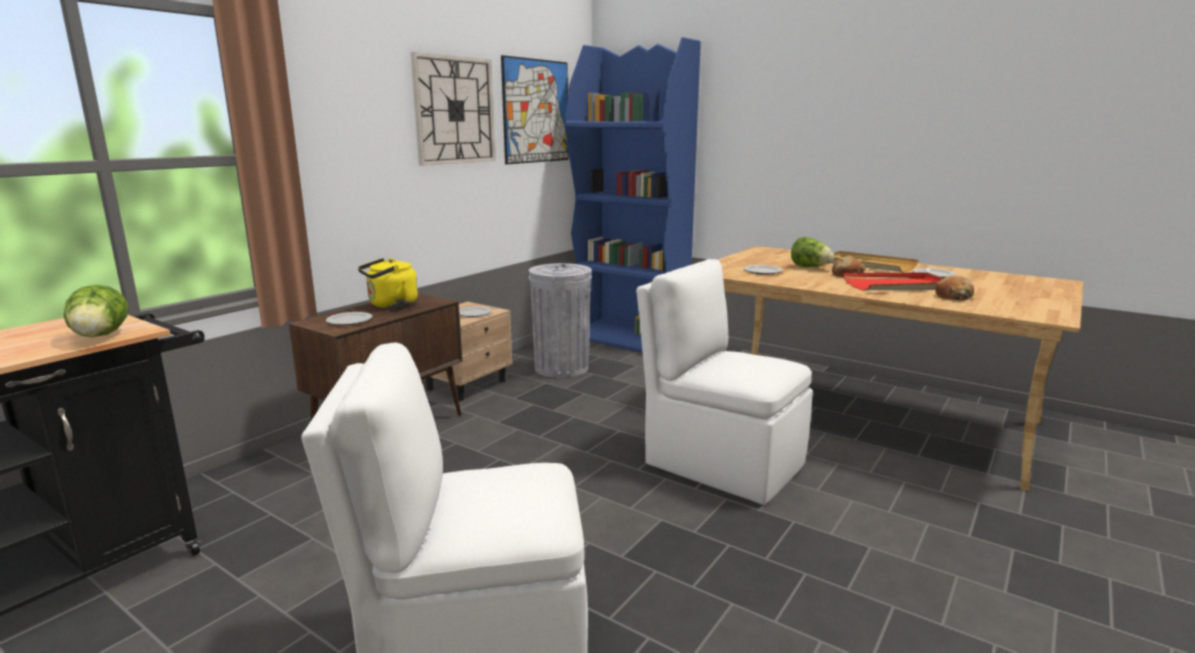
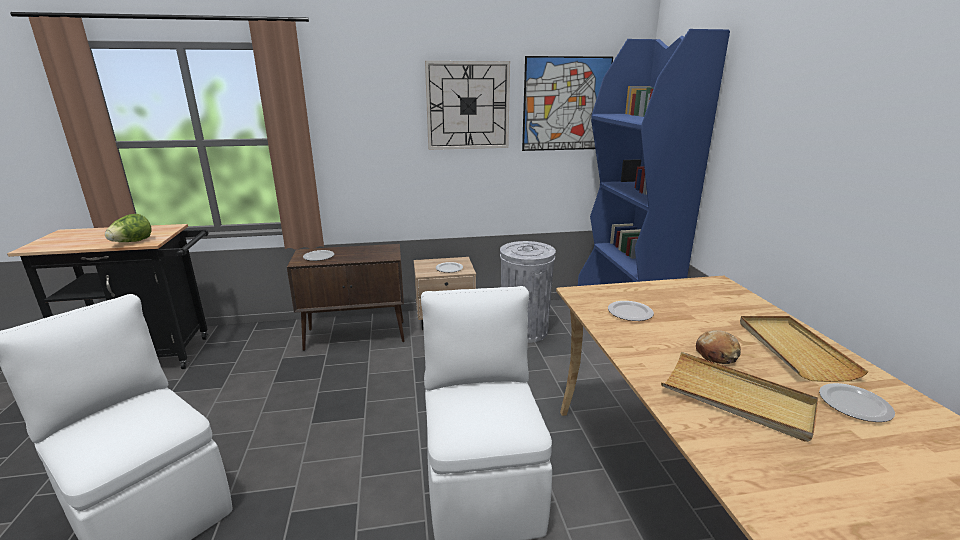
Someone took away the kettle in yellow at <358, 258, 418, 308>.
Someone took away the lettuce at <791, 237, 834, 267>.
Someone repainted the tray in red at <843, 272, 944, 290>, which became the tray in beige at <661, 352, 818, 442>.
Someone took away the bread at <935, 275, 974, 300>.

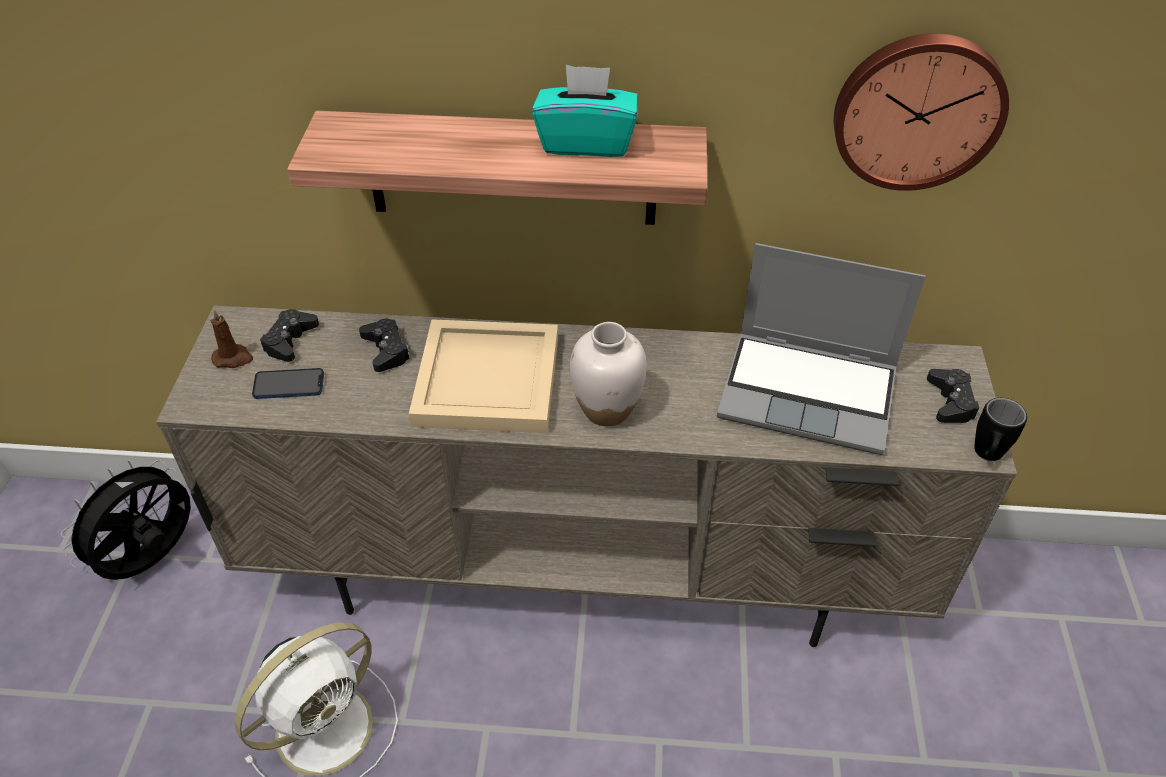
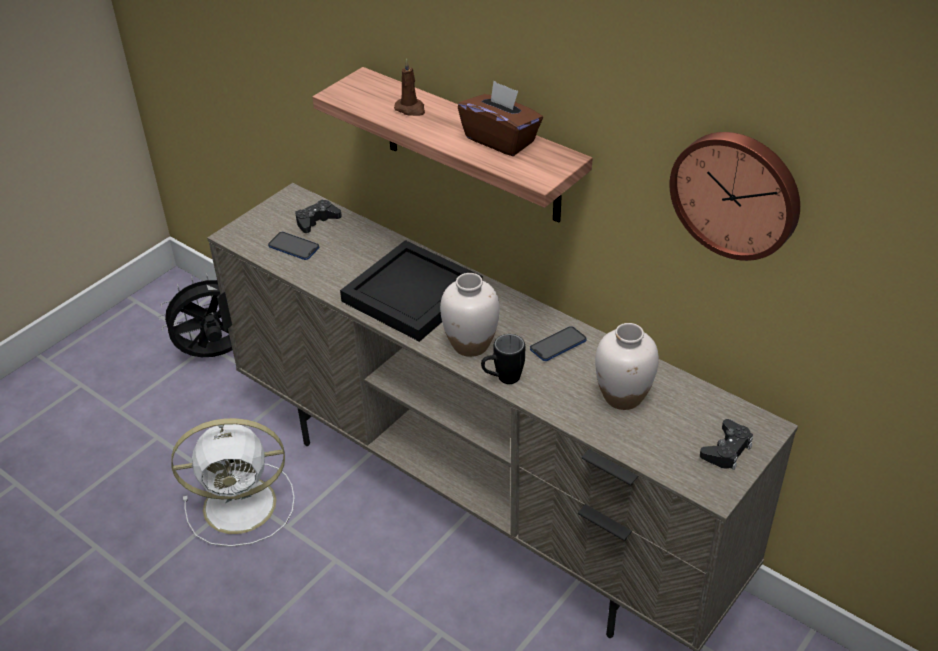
Someone carried the candle in brown from <211, 310, 253, 368> to <394, 59, 425, 116>.
Someone took away the game controller in black at <359, 319, 411, 372>.
Someone repainted the tray in beige at <409, 319, 558, 433>, which became the tray in black at <340, 240, 482, 342>.
Someone repainted the tissue box in turquoise at <532, 65, 638, 157>, which became the tissue box in brown at <458, 81, 543, 156>.
Someone swapped the laptop at <717, 243, 926, 455> for the vase in white at <595, 323, 659, 410>.
Someone carried the mug in black from <974, 398, 1027, 461> to <481, 334, 525, 384>.
Someone put down the phone at <530, 326, 586, 361>.

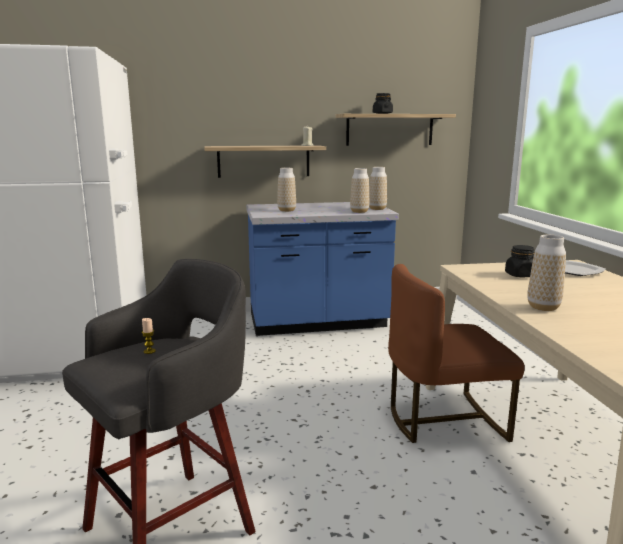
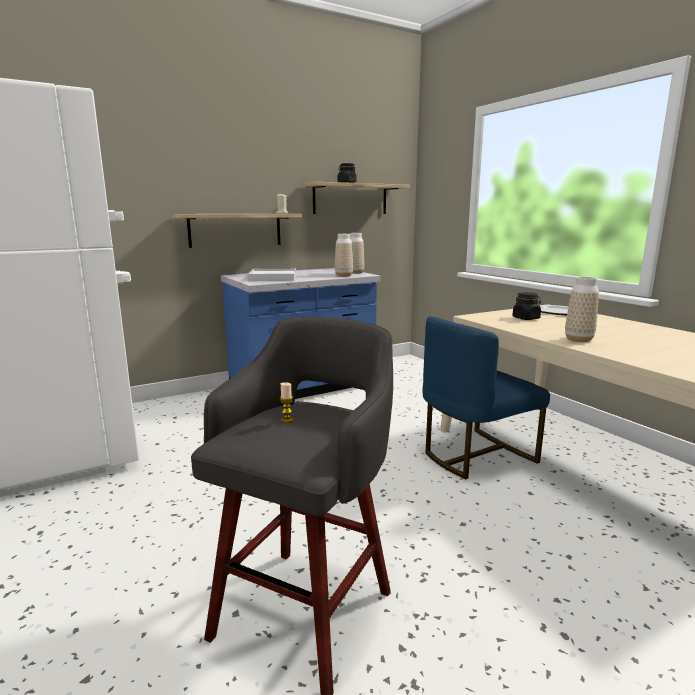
Someone swapped the vase at <277, 168, 296, 212> for the tray in white at <248, 269, 296, 281>.
Someone repainted the chair in brown at <388, 264, 525, 443>, which became the chair in blue at <423, 316, 550, 479>.

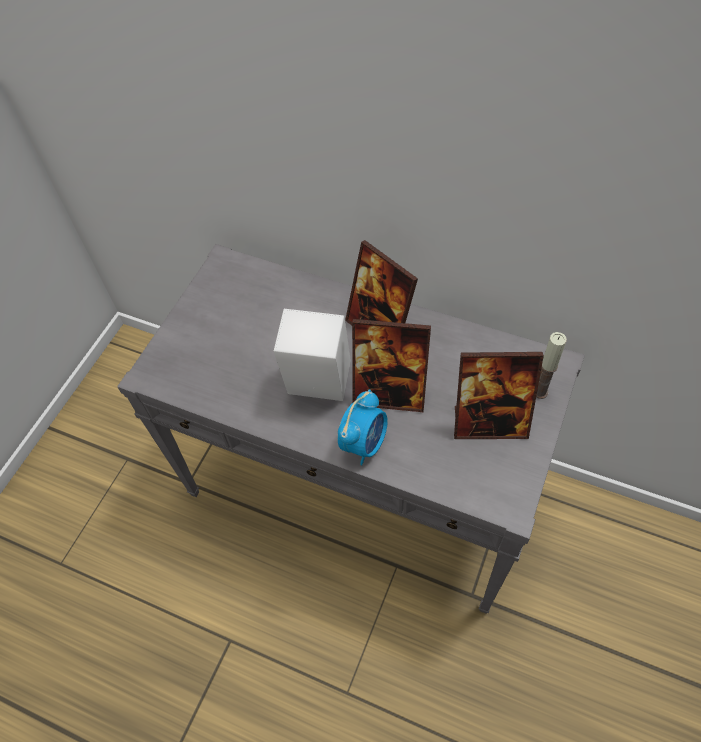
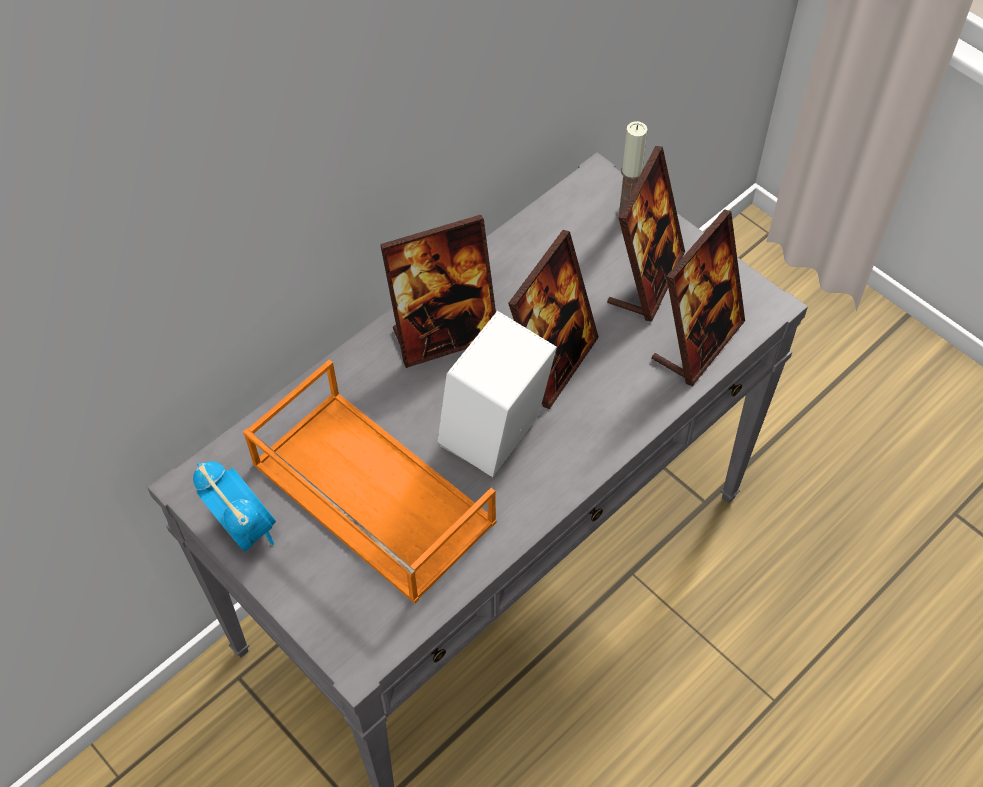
Someone carried the alarm clock from <338, 389, 388, 466> to <193, 461, 276, 552>.
Someone put down the tray in orange at <243, 360, 497, 603>.
Someone put down the picture frame at <652, 209, 745, 386>.

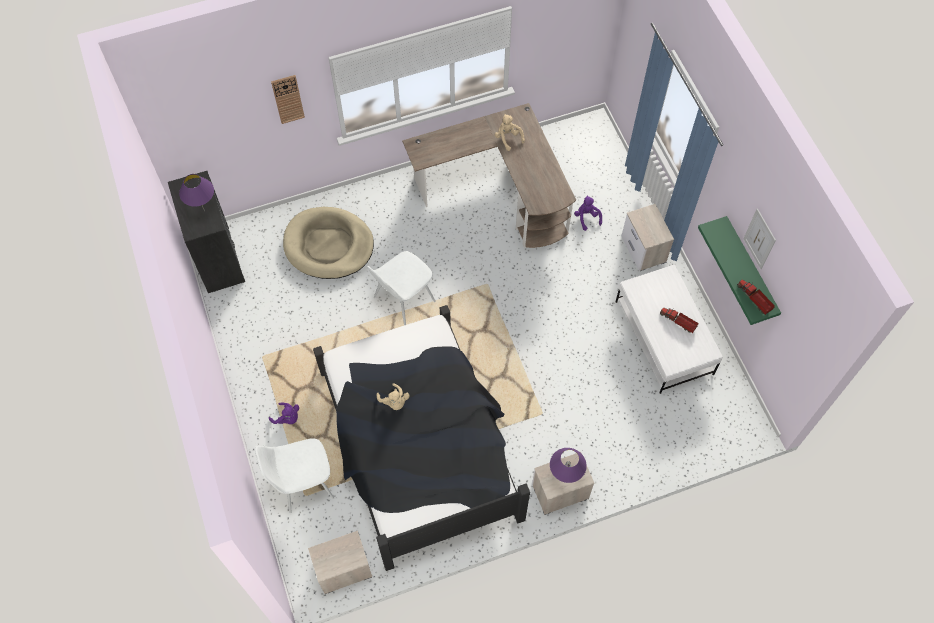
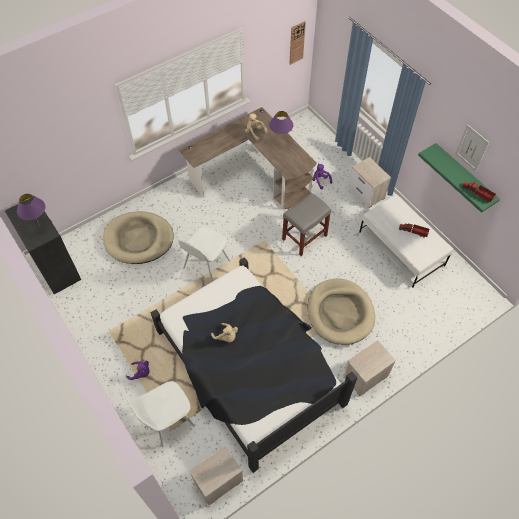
Someone carried the wall clock from <271, 75, 305, 124> to <289, 21, 306, 65>.
Someone carried the table lamp in purple from <550, 448, 587, 483> to <269, 111, 293, 143>.
Someone put down the stool in grey at <282, 193, 331, 256>.
Someone put down the dog bed in beige at <308, 279, 375, 345>.

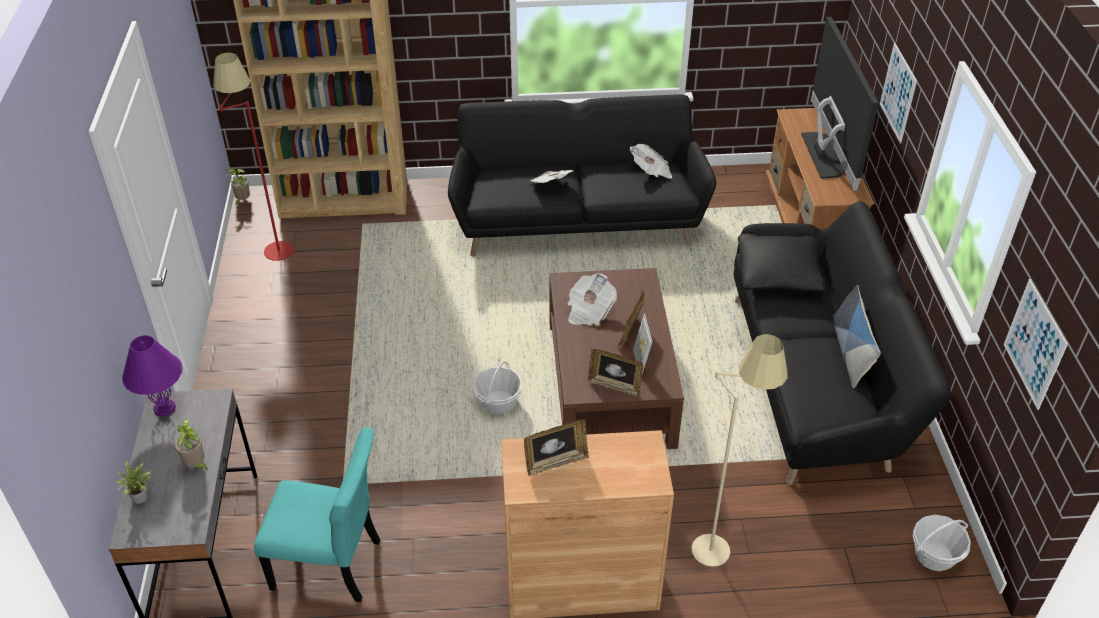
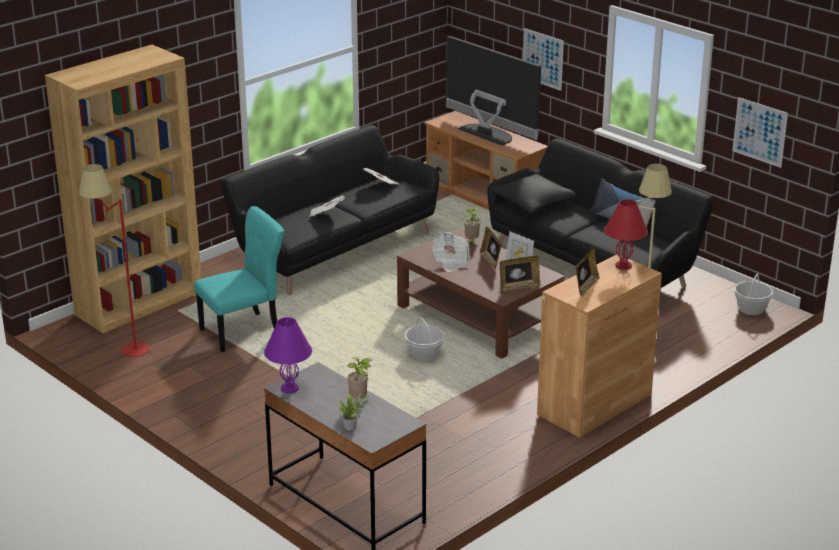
Someone carried the potted plant from <227, 168, 250, 206> to <464, 207, 480, 244>.
Someone carried the chair in turquoise from <254, 427, 380, 602> to <194, 206, 284, 352>.
Someone put down the table lamp in red at <604, 199, 648, 270>.

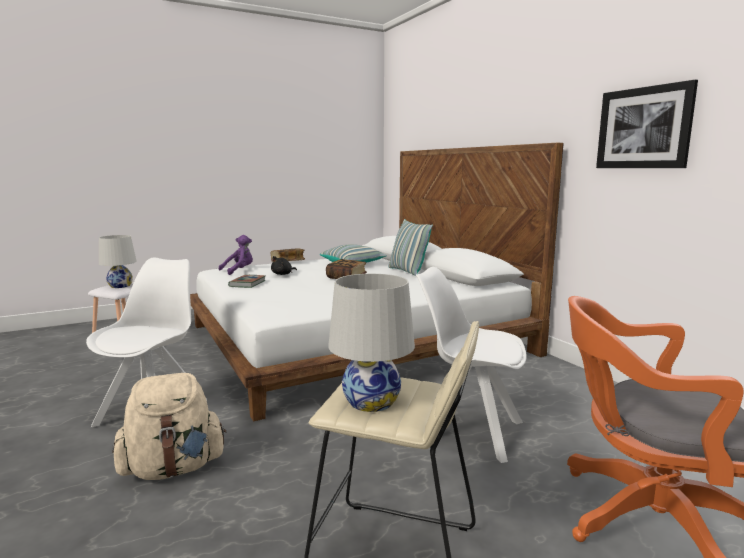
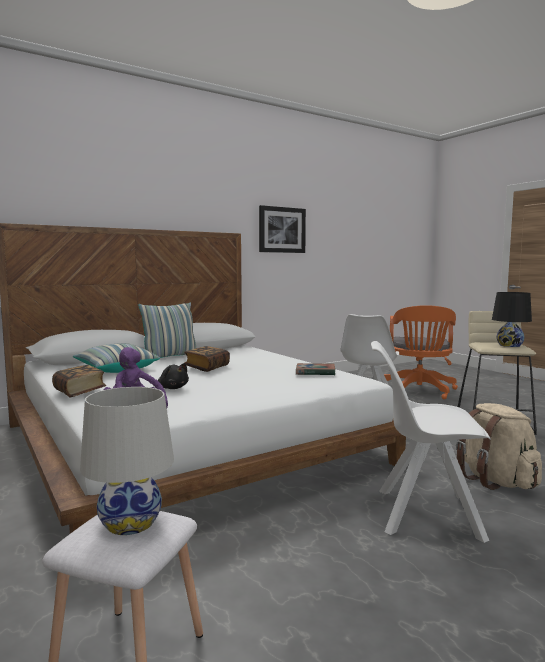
Someone carried the book from <228, 275, 266, 288> to <296, 363, 335, 375>.
Someone repainted the table lamp in white at <328, 274, 415, 412>, which became the table lamp in black at <492, 292, 532, 347>.

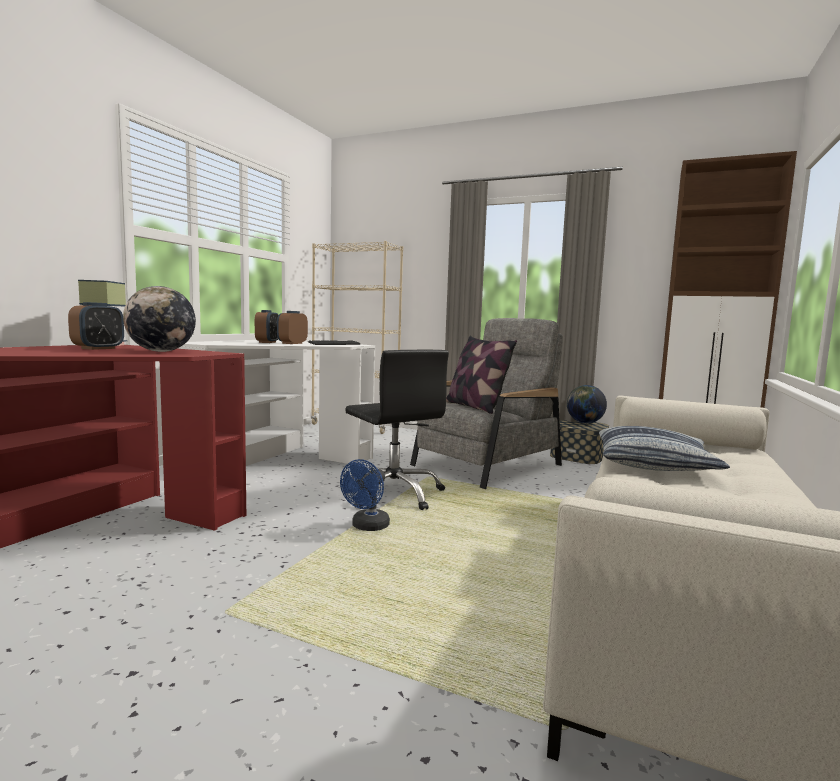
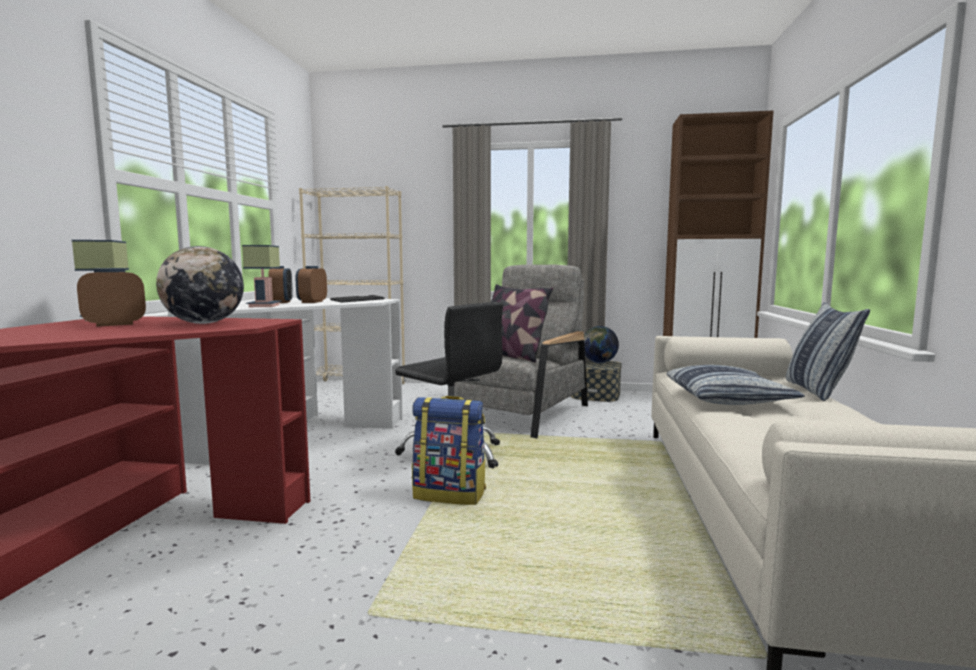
Someone rotated the alarm clock at <68, 302, 124, 350> by 135 degrees counterclockwise.
Someone swapped the fan in blue at <340, 459, 390, 531> for the backpack at <412, 396, 486, 505>.
Someone put down the table lamp at <242, 245, 282, 307>.
Someone put down the pillow at <786, 302, 870, 401>.

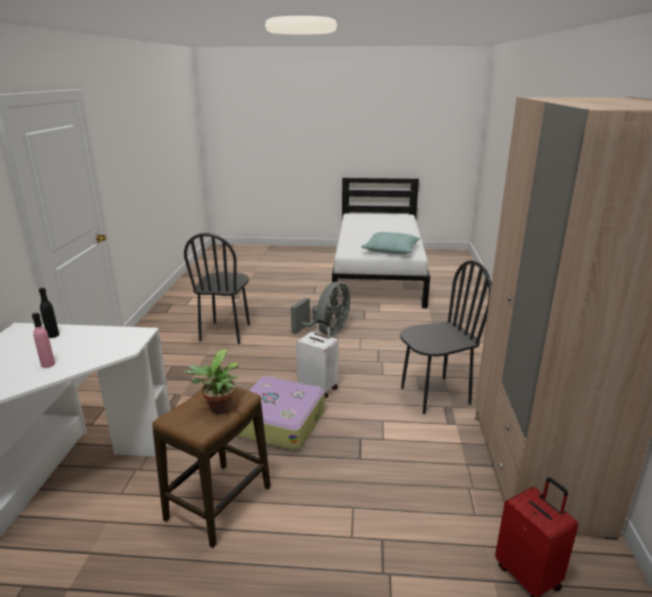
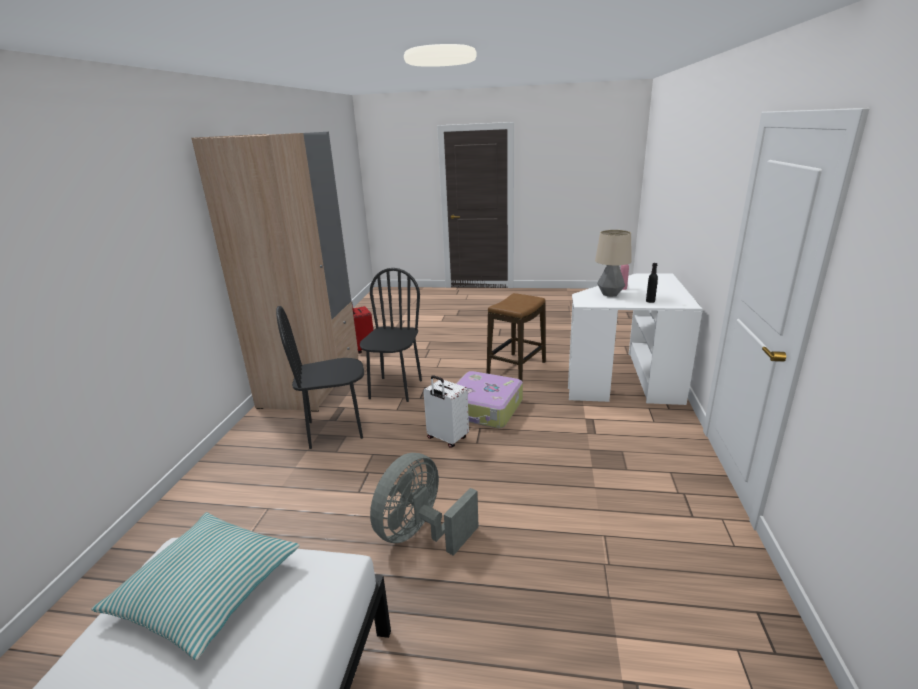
Someone took away the potted plant at <183, 349, 239, 414>.
Someone carried the chair in black from <184, 233, 250, 344> to <360, 268, 422, 402>.
Someone put down the table lamp at <595, 230, 632, 297>.

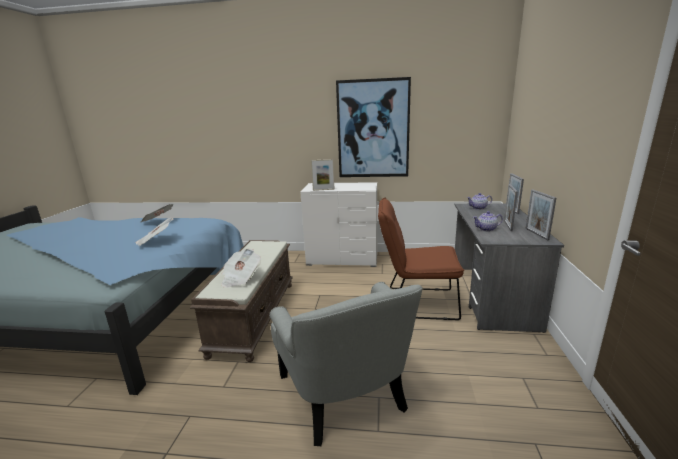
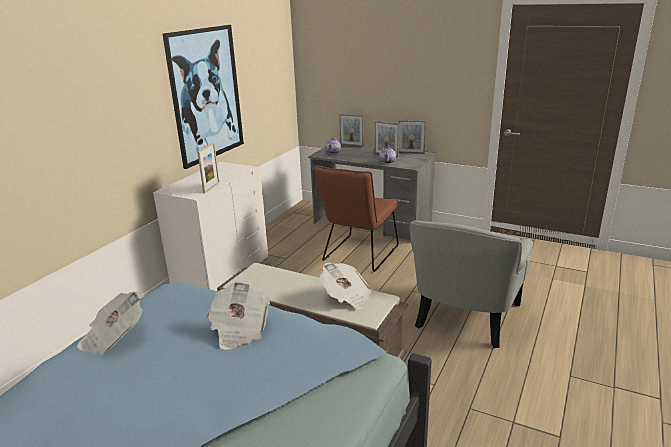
Someone rotated the armchair in grey at <269, 282, 423, 446> by 120 degrees clockwise.

